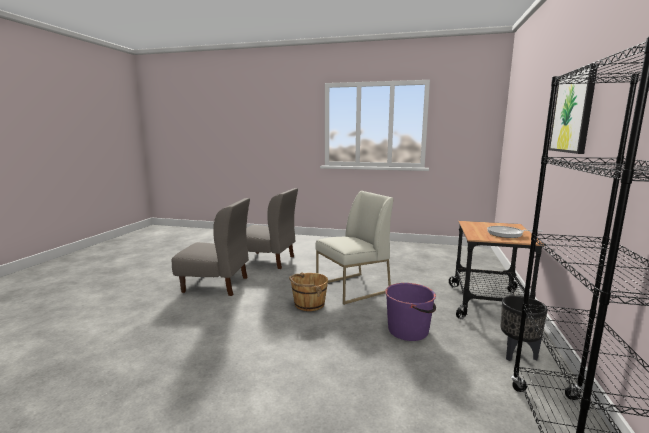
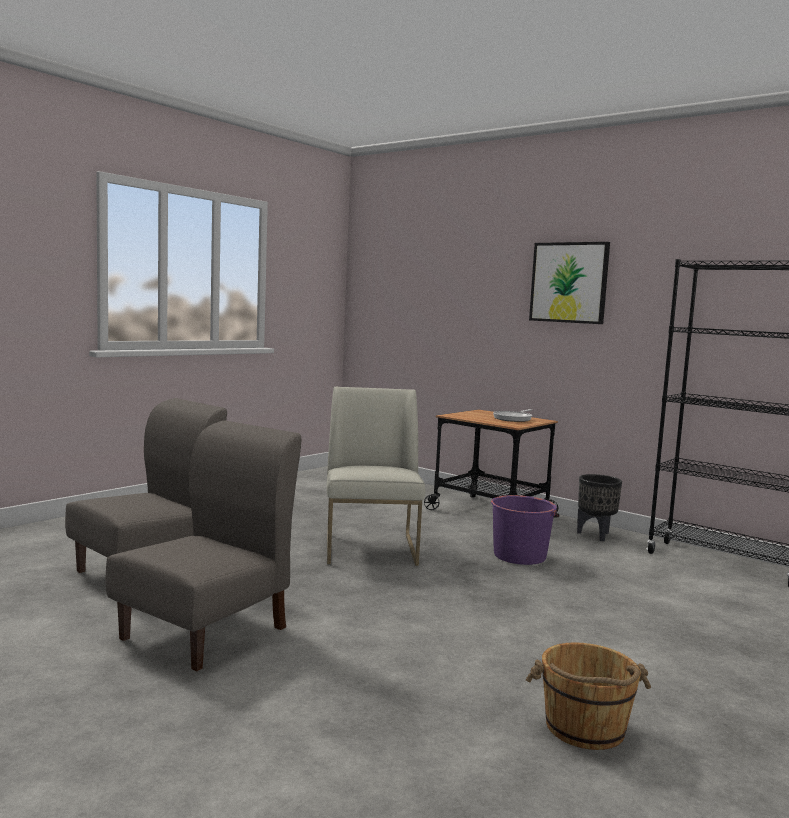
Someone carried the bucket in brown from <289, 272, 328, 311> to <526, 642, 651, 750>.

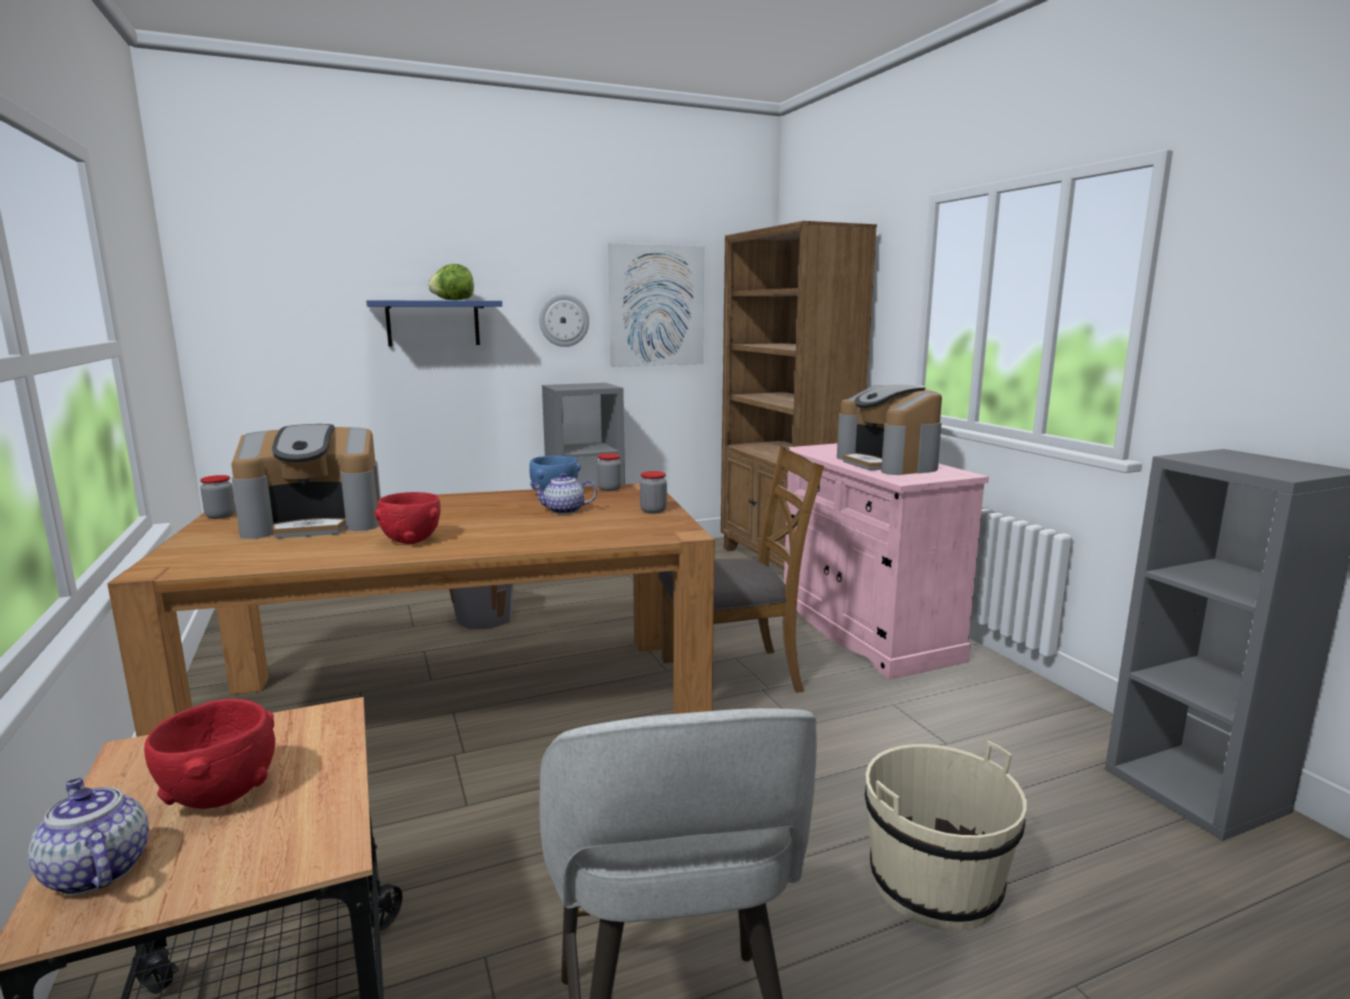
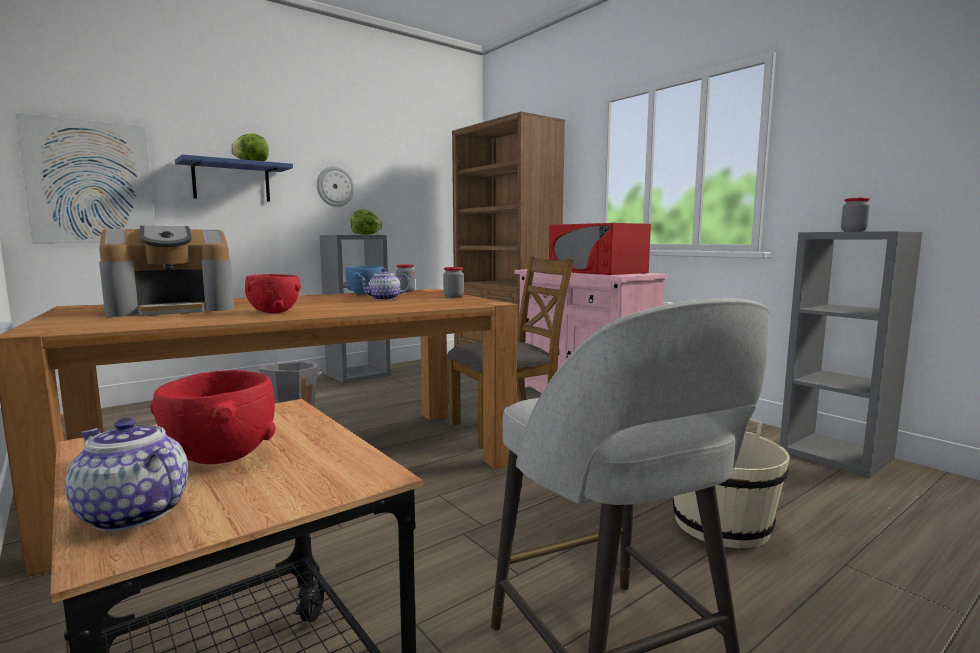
Someone carried the jar from <200, 475, 236, 519> to <841, 198, 870, 232>.
Someone carried the picture from <608, 243, 704, 367> to <15, 113, 155, 243>.
Someone swapped the coffee machine at <837, 384, 942, 475> for the microwave in red at <549, 223, 651, 275>.
Someone put down the lettuce at <351, 210, 382, 235>.

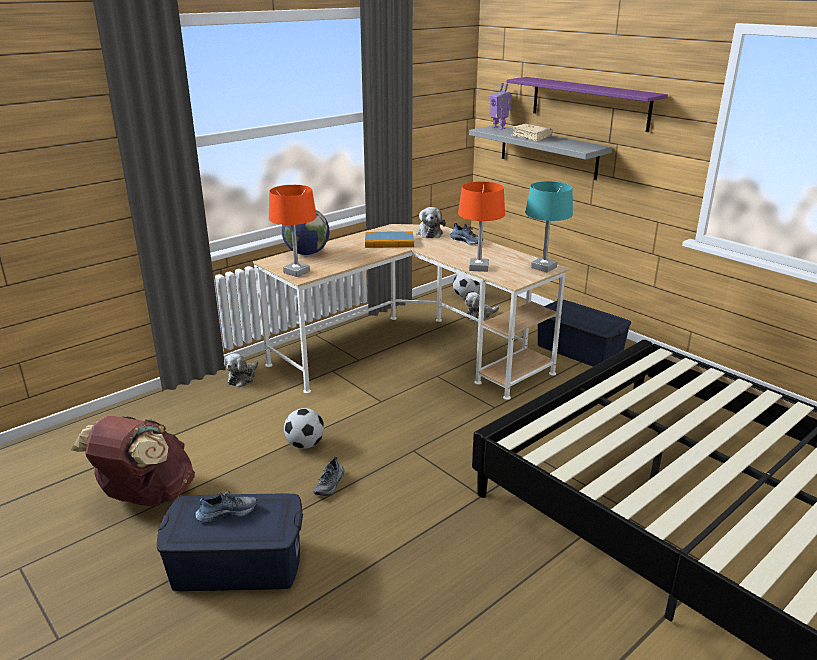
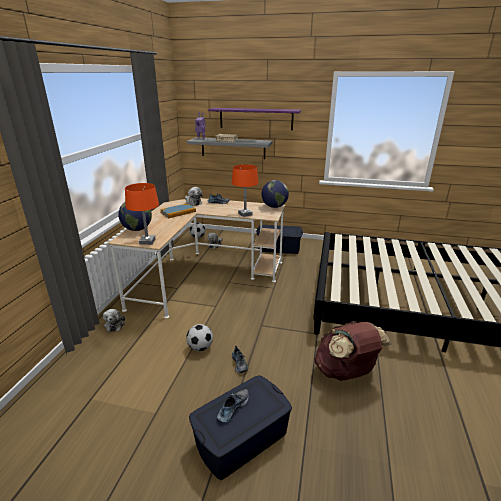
Someone carried the backpack in brown from <71, 416, 195, 507> to <314, 321, 392, 381>.
Someone swapped the table lamp in turquoise at <525, 181, 573, 272> for the globe at <261, 180, 289, 208>.

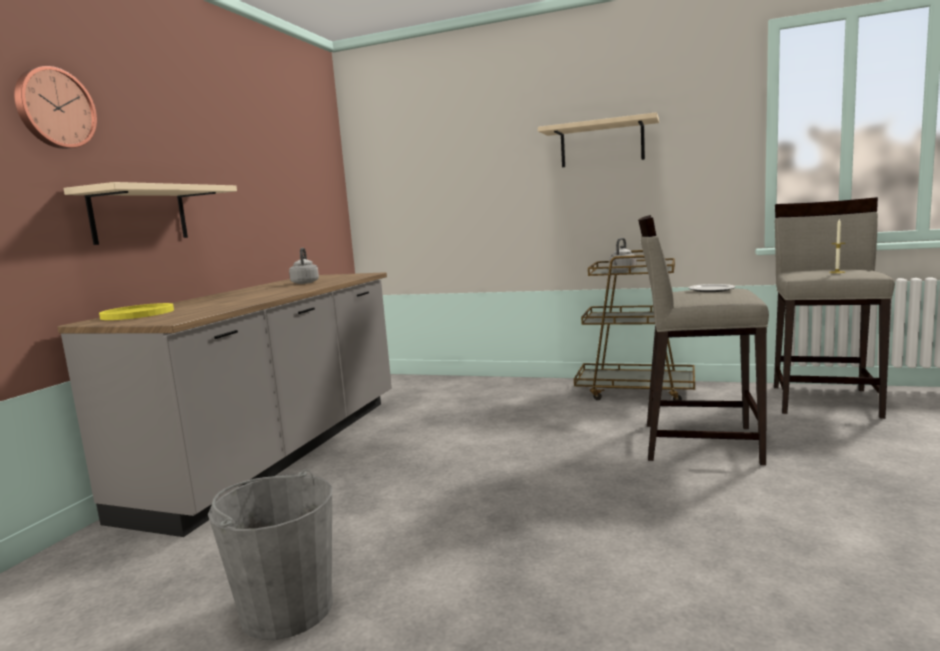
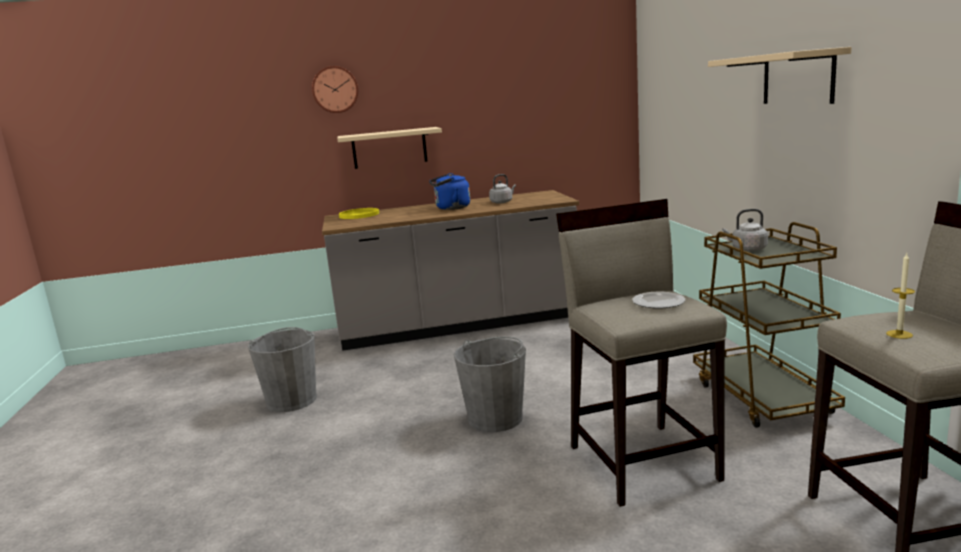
Someone put down the kettle in blue at <429, 173, 470, 210>.
Someone put down the bucket in grey at <454, 337, 526, 432>.

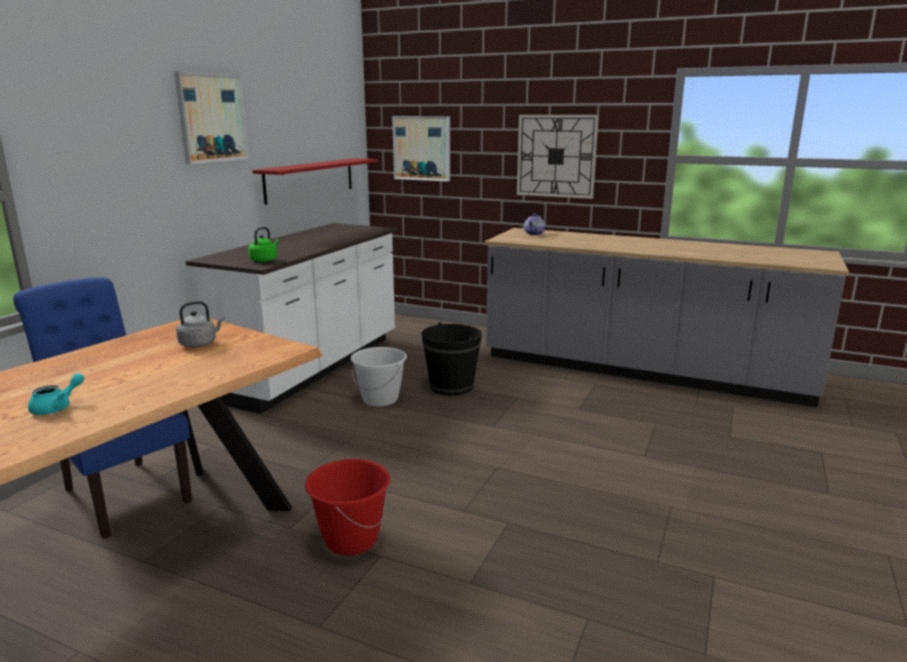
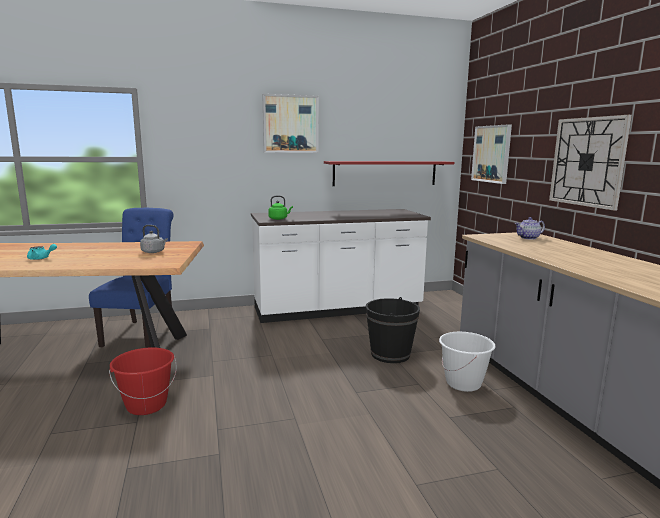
Someone carried the bucket in white from <350, 347, 407, 407> to <439, 332, 495, 392>.

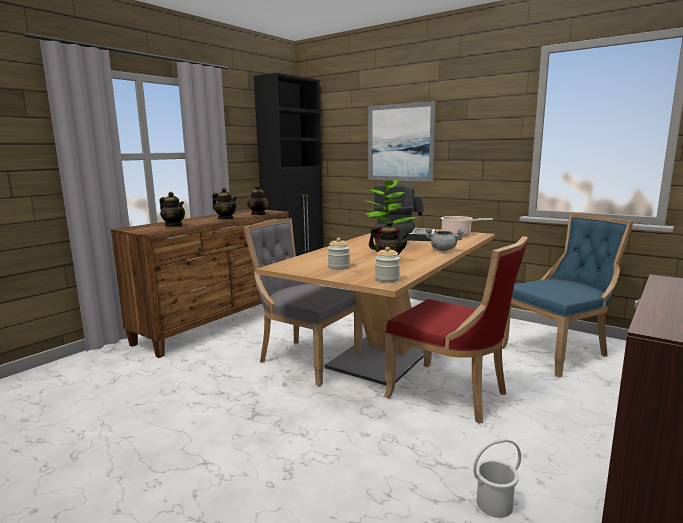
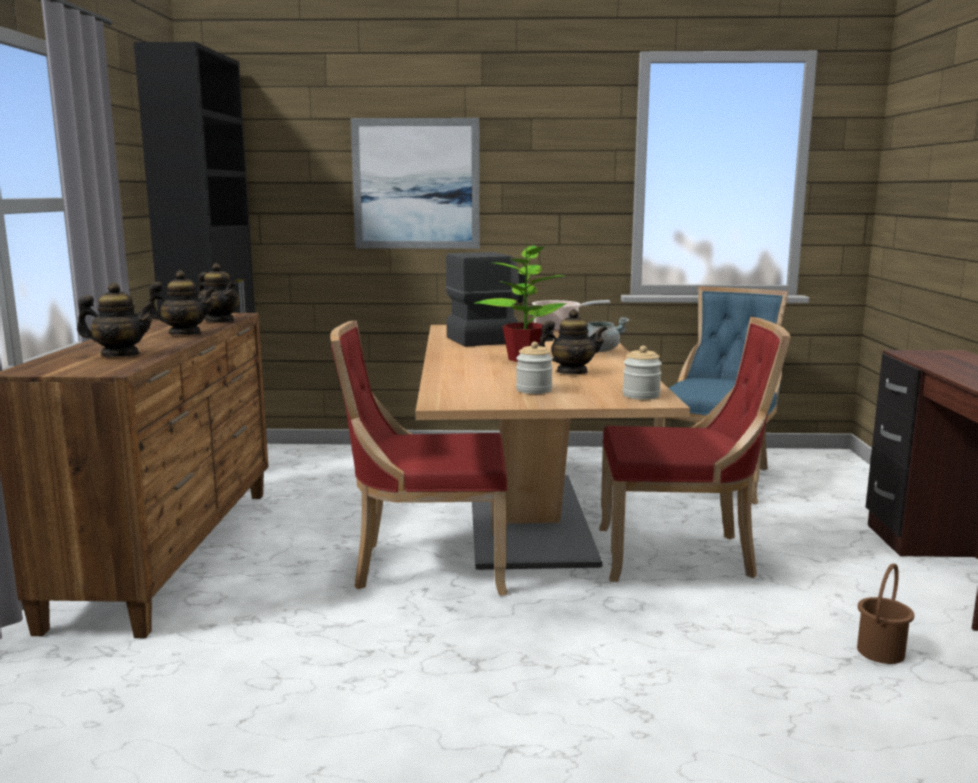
Someone repainted the chair in grey at <243, 218, 362, 386>, which became the chair in red at <330, 320, 508, 595>.
Someone repainted the bucket in white at <473, 439, 521, 518>, which became the bucket in brown at <857, 564, 915, 664>.

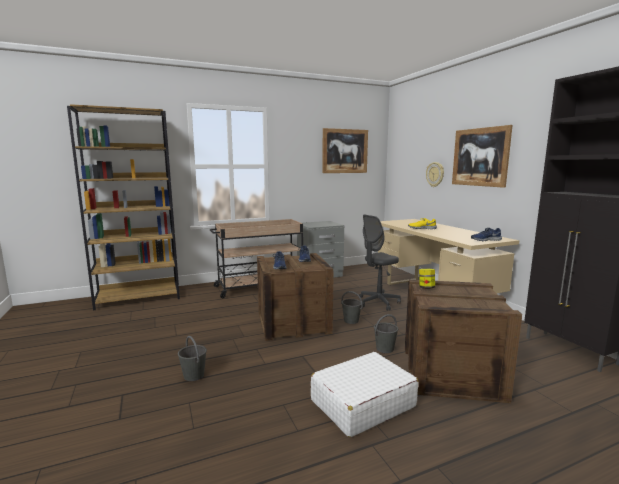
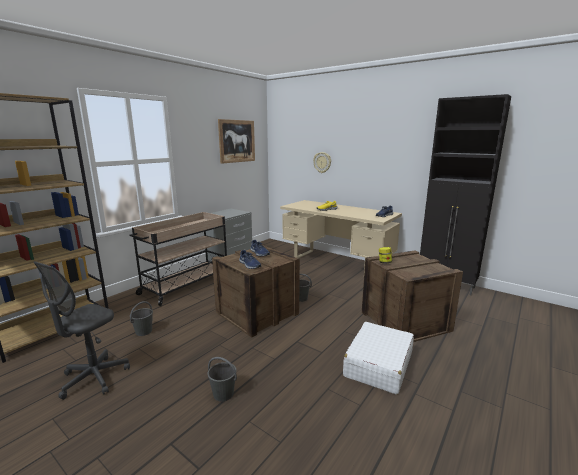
Someone carried the office chair in grey from <359, 215, 401, 311> to <34, 261, 130, 400>.
Someone carried the bucket in grey from <374, 314, 398, 353> to <130, 301, 153, 336>.
Someone took away the picture at <452, 125, 513, 188>.

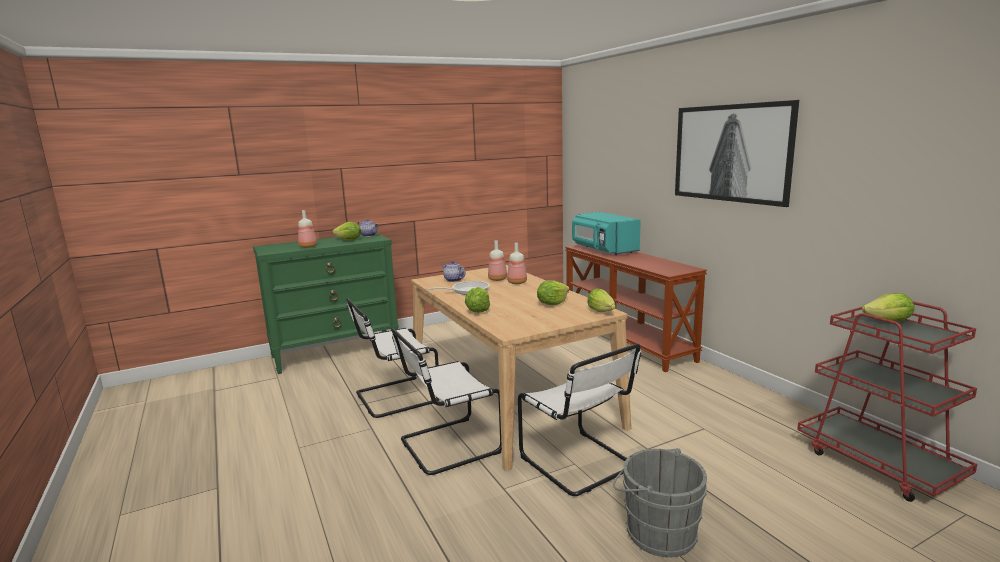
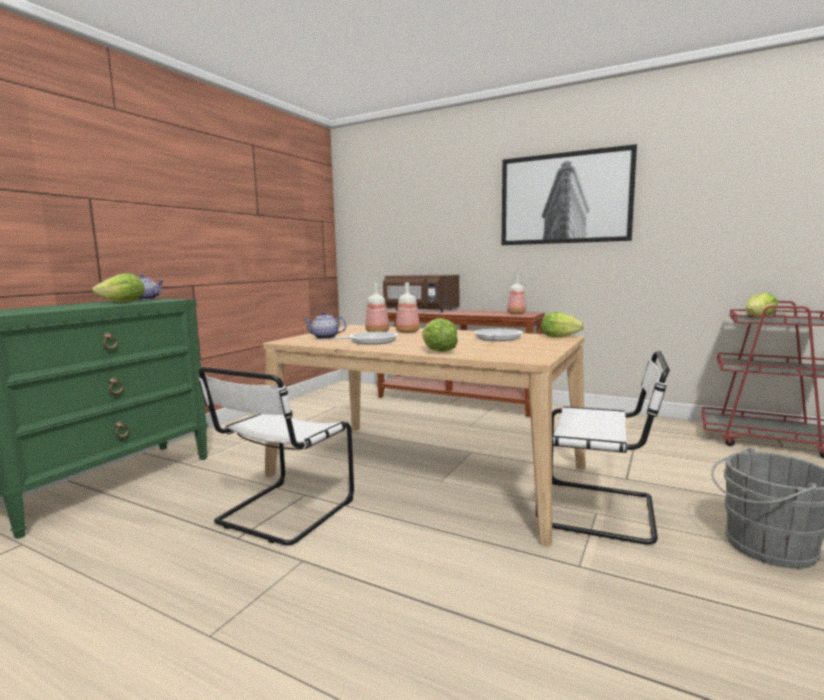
Someone carried the bottle from <298, 210, 317, 248> to <507, 275, 526, 314>.
Someone took away the chair in white at <391, 328, 502, 475>.
Someone swapped the lettuce at <537, 281, 570, 305> for the frying pan at <474, 329, 523, 341>.
Someone repainted the microwave in turquoise at <572, 212, 641, 255>, which became the microwave in brown at <383, 275, 459, 312>.

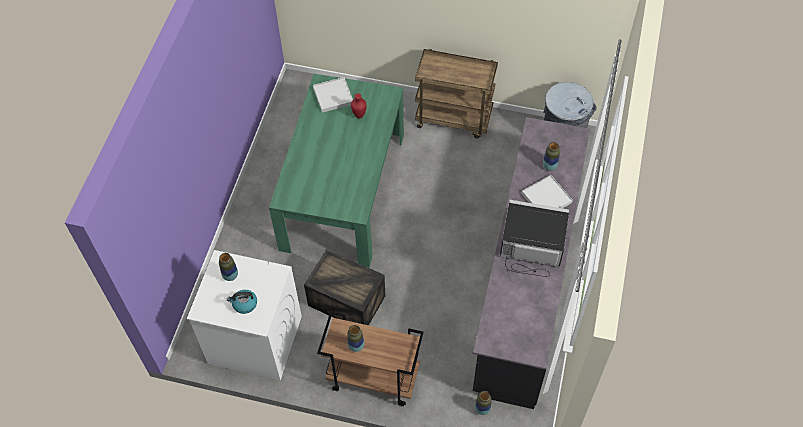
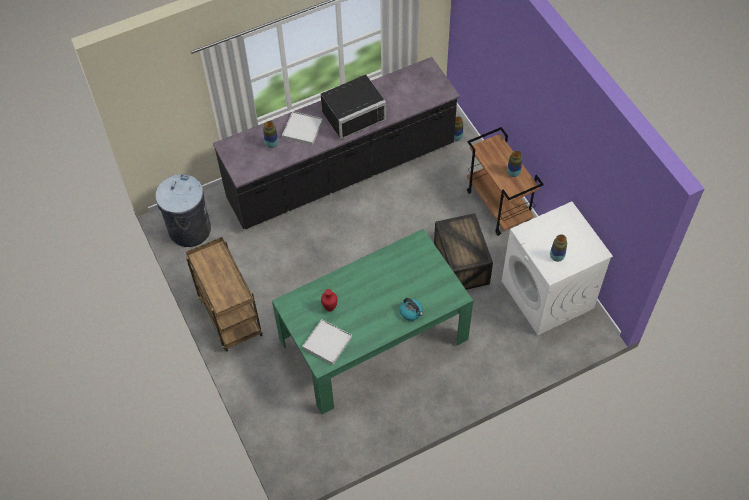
Someone carried the kettle from <227, 290, 257, 314> to <400, 298, 423, 321>.
Someone rotated the microwave in black at <500, 200, 569, 277> by 90 degrees counterclockwise.

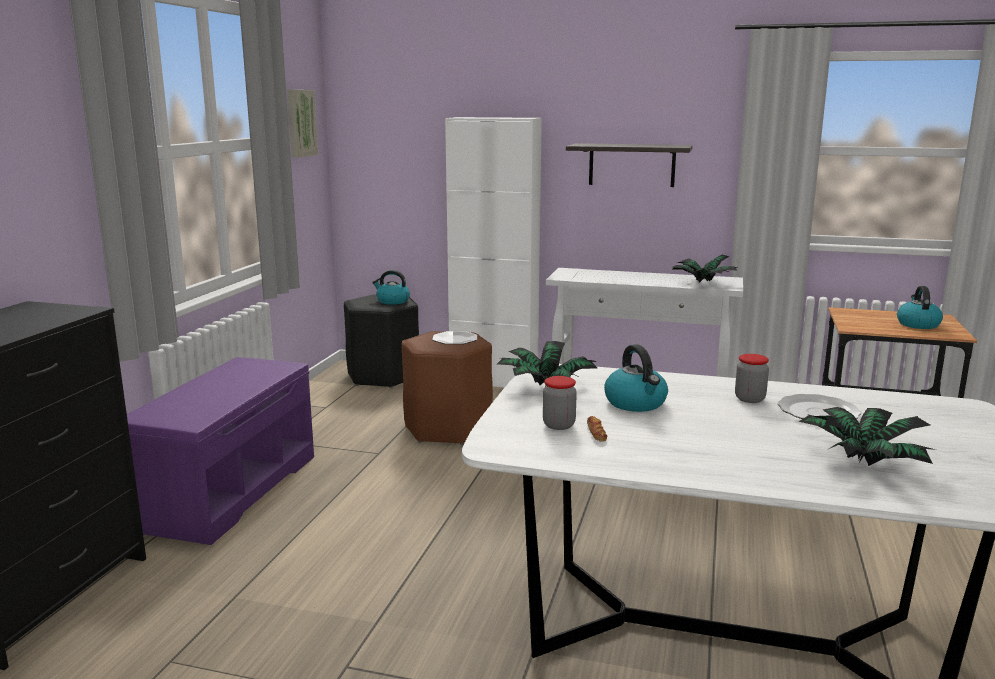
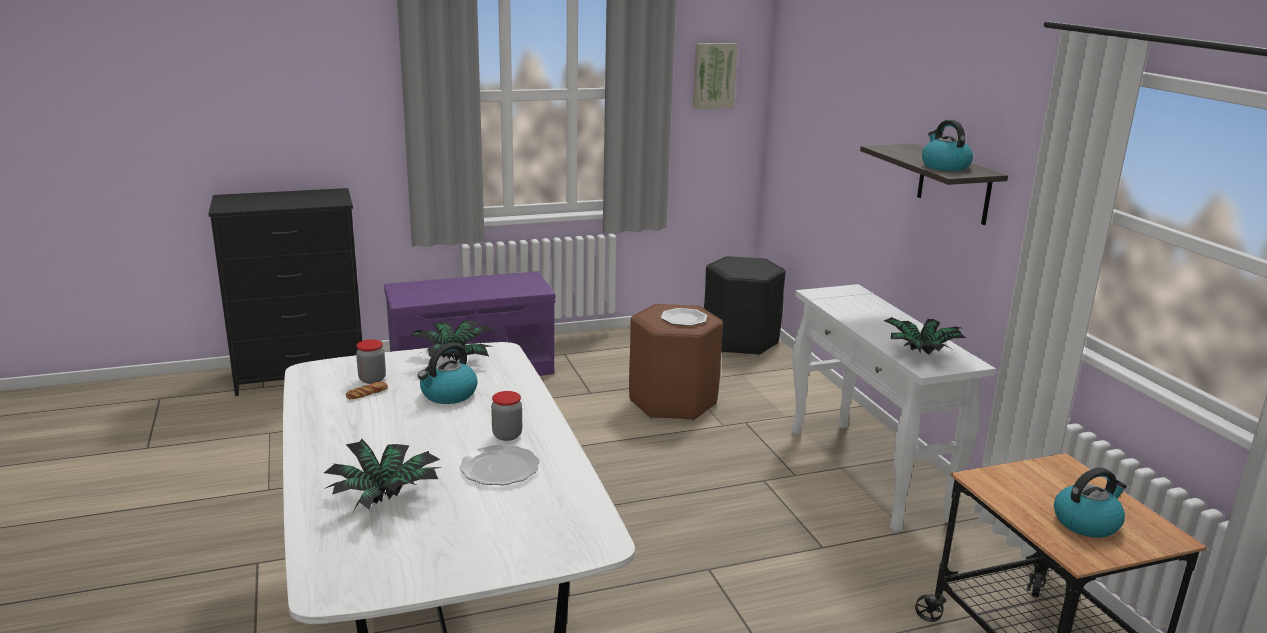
Someone carried the kettle from <372, 270, 410, 305> to <922, 120, 973, 171>.
Someone took away the cabinet in white at <445, 117, 542, 388>.

